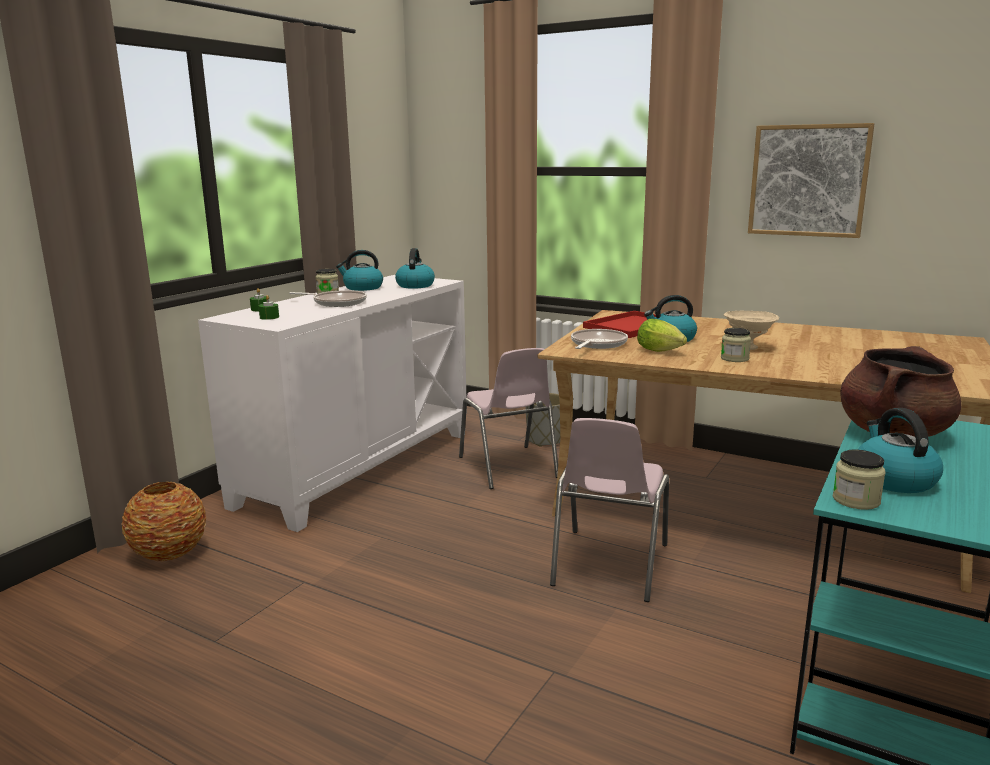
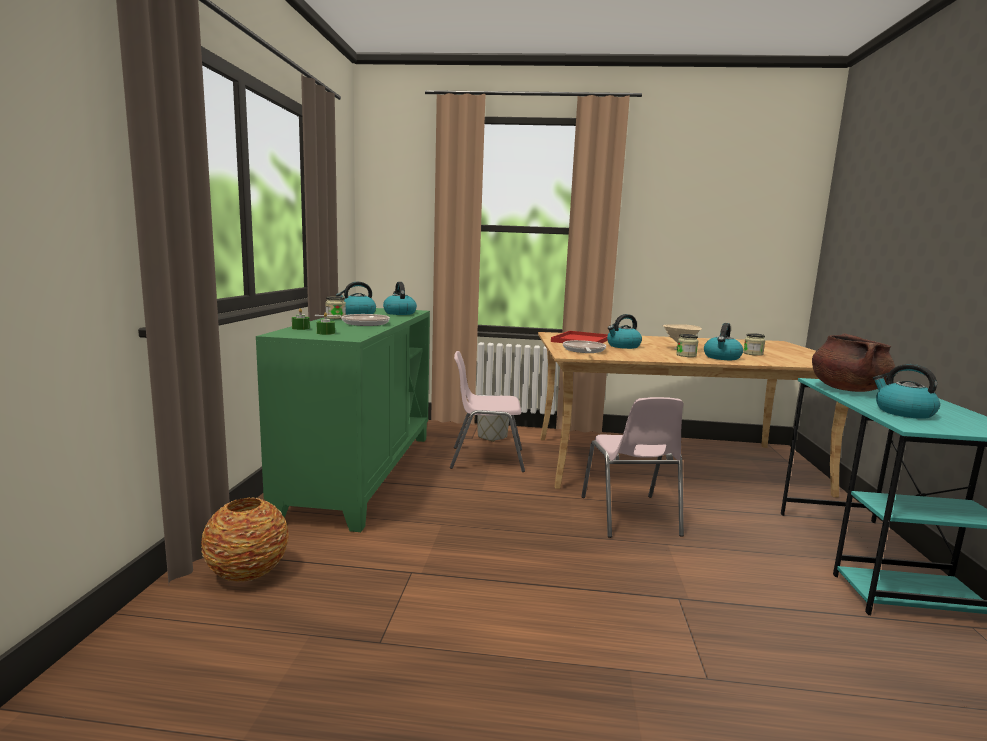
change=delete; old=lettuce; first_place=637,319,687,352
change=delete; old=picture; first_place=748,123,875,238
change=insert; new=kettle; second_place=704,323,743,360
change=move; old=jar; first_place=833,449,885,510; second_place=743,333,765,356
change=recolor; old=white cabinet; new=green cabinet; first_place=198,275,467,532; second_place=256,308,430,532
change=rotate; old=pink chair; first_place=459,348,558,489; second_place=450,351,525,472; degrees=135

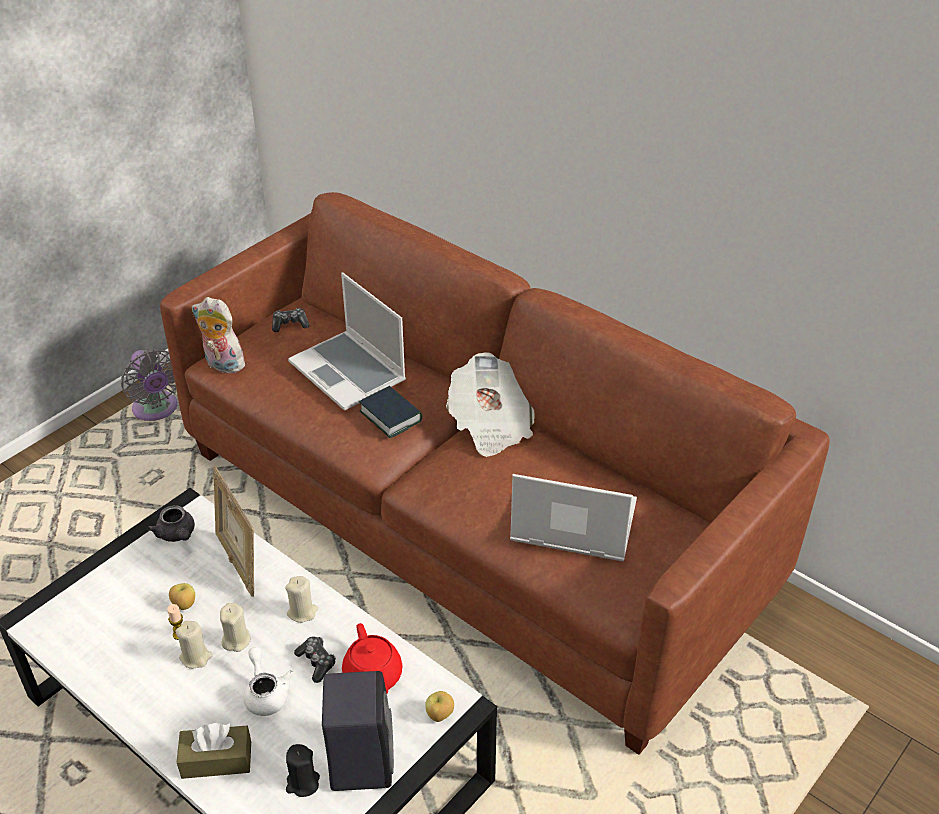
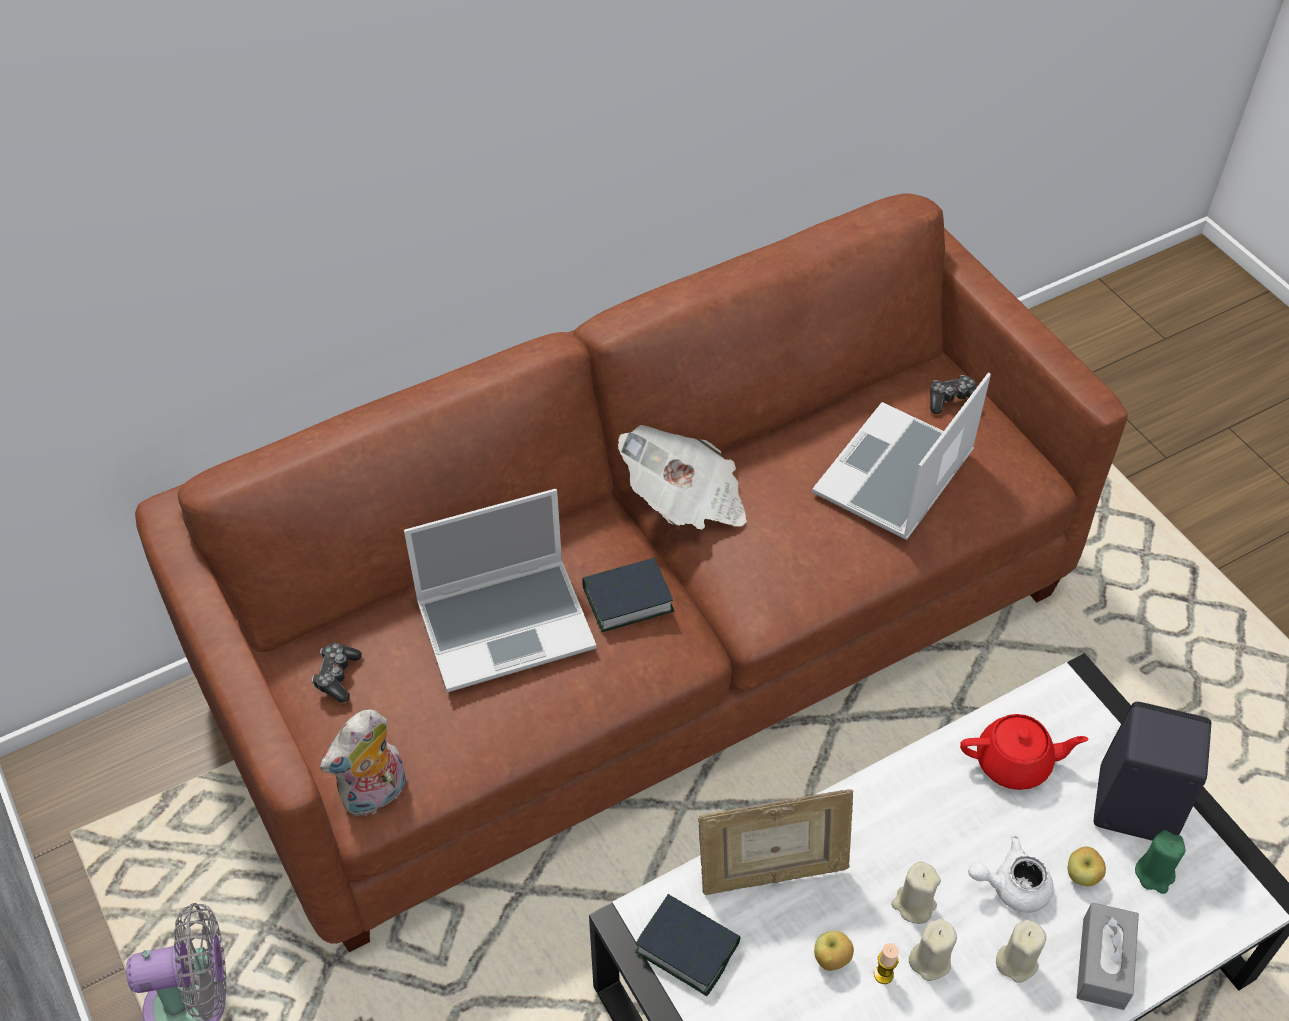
change=move; old=beige candle; first_place=285,576,318,623; second_place=996,920,1046,983
change=move; old=game controller; first_place=294,636,336,683; second_place=930,375,977,414
change=move; old=apple; first_place=425,691,454,722; second_place=1068,847,1106,886
change=replace; old=grey teapot; new=book; first_place=148,505,195,542; second_place=635,894,741,996
change=recolor; old=brown tissue box; new=grey tissue box; first_place=177,723,251,779; second_place=1076,903,1139,1010
change=recolor; old=black candle; new=green candle; first_place=286,744,320,797; second_place=1135,830,1186,894

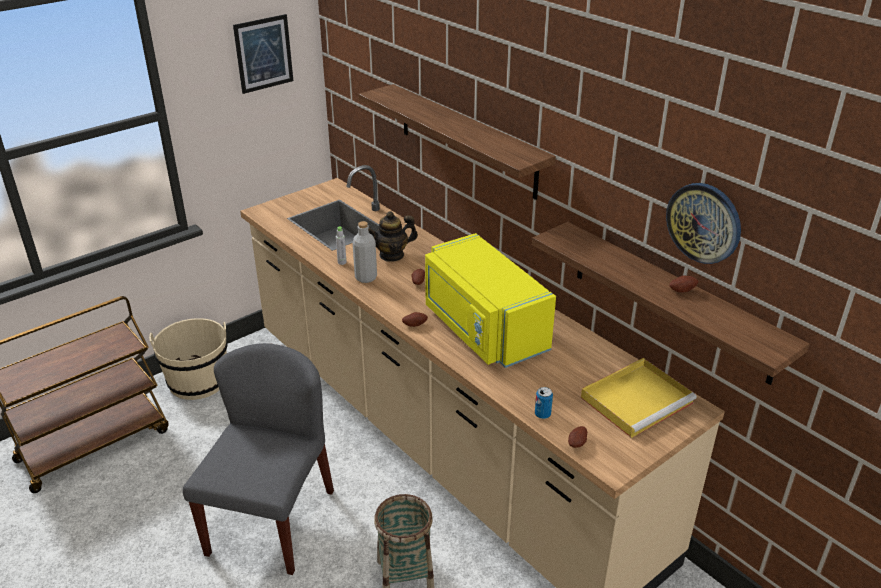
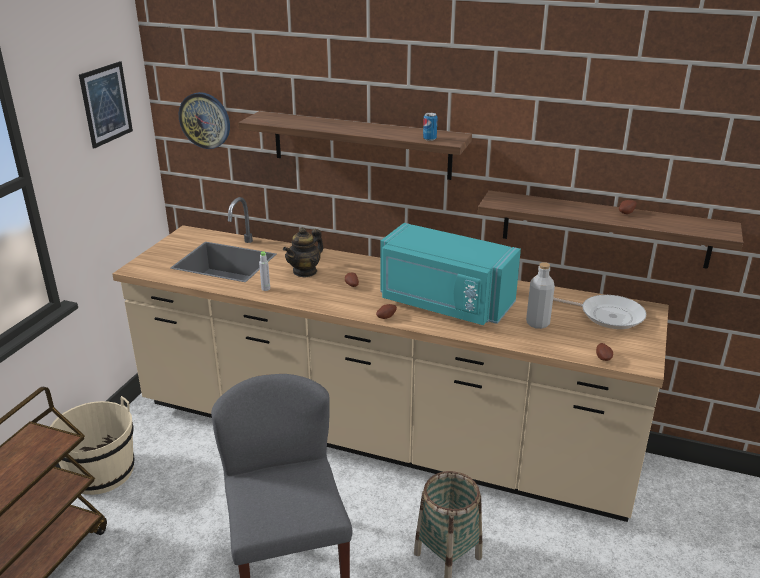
change=move; old=grey bottle; first_place=352,221,377,283; second_place=526,262,555,329
change=move; old=can; first_place=535,387,553,419; second_place=423,113,437,141
change=move; old=wall clock; first_place=666,183,741,264; second_place=179,92,230,149
change=replace; old=yellow tray; new=frying pan; first_place=581,358,697,438; second_place=553,295,646,329
change=recolor; old=yellow microwave; new=turquoise microwave; first_place=425,233,556,368; second_place=380,223,521,325

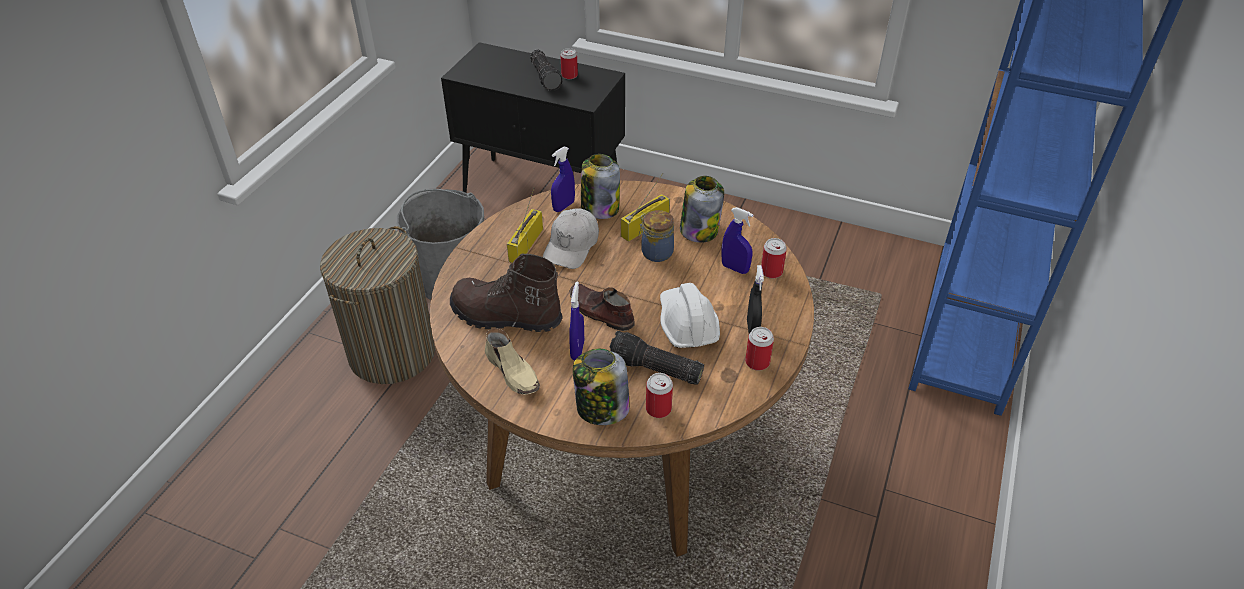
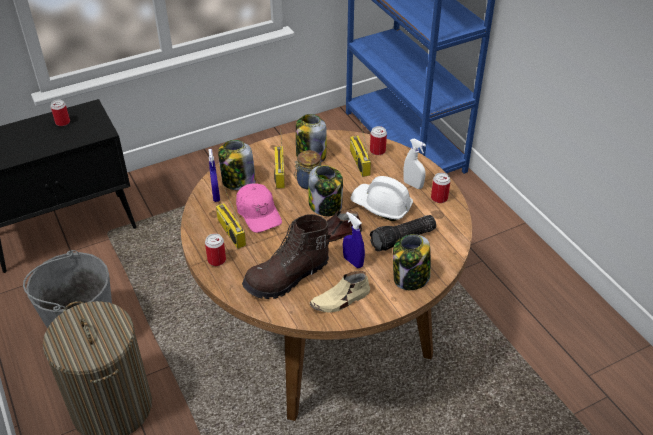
change=delete; old=flashlight; first_place=530,50,563,91
change=insert; new=jar; second_place=308,165,343,216
change=move; old=can; first_place=646,373,673,418; second_place=205,233,226,266
change=replace; old=blue spray bottle; new=radio; first_place=722,207,753,274; second_place=350,118,371,177
change=recolor; old=white cap; new=pink cap; first_place=543,208,599,269; second_place=236,183,282,233
change=recolor; old=black spray bottle; new=white spray bottle; first_place=747,265,764,333; second_place=403,139,426,189
change=rotate; old=beige shoe; first_place=485,328,540,395; second_place=309,271,370,313; degrees=150

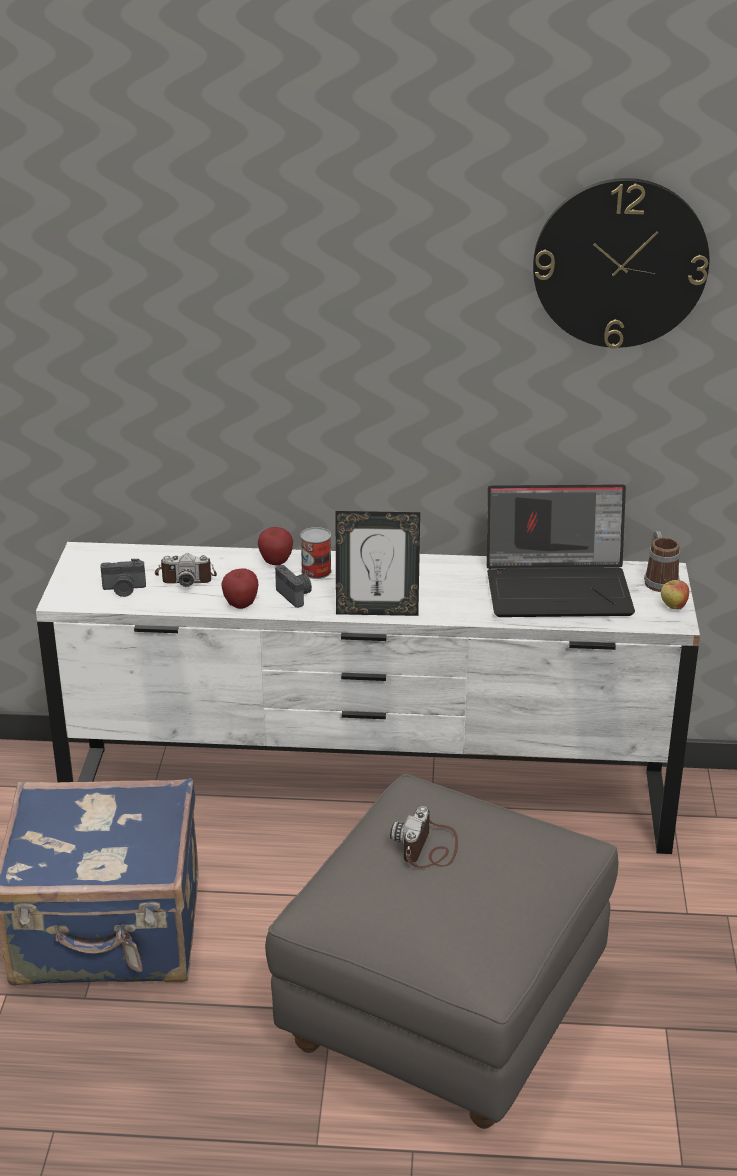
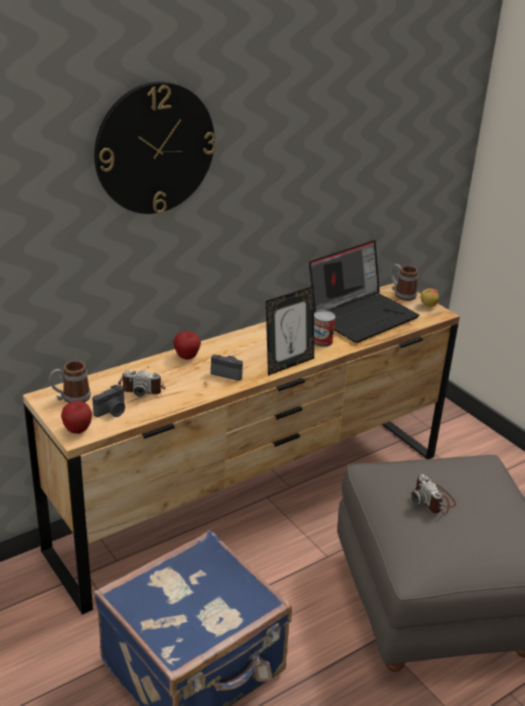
change=insert; new=mug; second_place=49,361,91,403
change=move; old=apple; first_place=221,569,258,609; second_place=61,401,92,434
change=move; old=can; first_place=300,527,332,579; second_place=314,310,336,347
change=move; old=wall clock; first_place=533,178,709,349; second_place=94,82,216,214
change=recolor; old=white dresser; new=brown dresser; first_place=36,542,700,854; second_place=23,282,460,615
change=rotate; old=photo camera; first_place=155,553,217,587; second_place=118,370,165,397; degrees=45

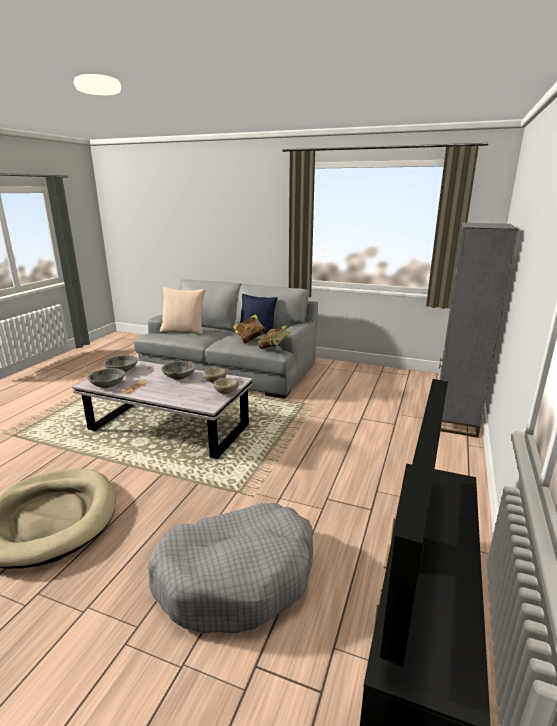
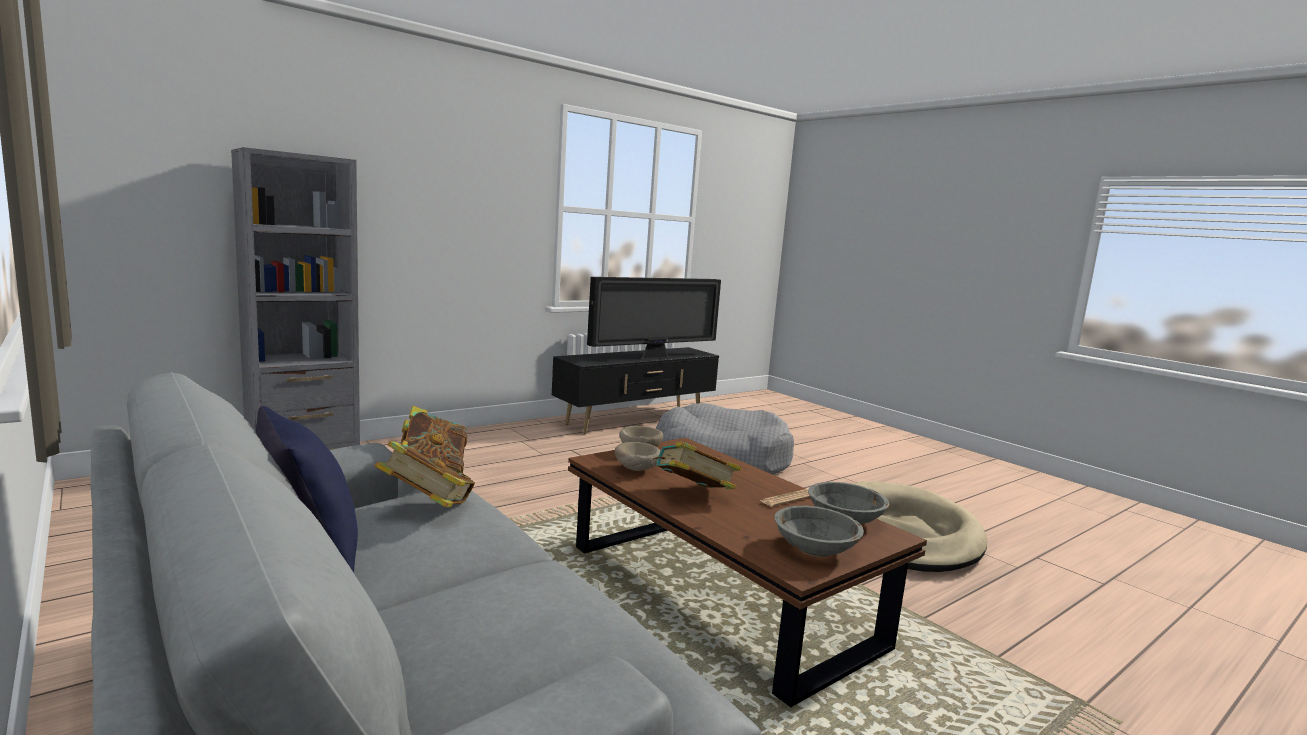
change=delete; old=beige pillow; first_place=160,287,206,335
change=replace; old=grey bowl; new=book; first_place=161,361,196,380; second_place=653,442,742,489
change=recolor; old=white coffee table; new=brown coffee table; first_place=72,361,253,459; second_place=568,438,927,707

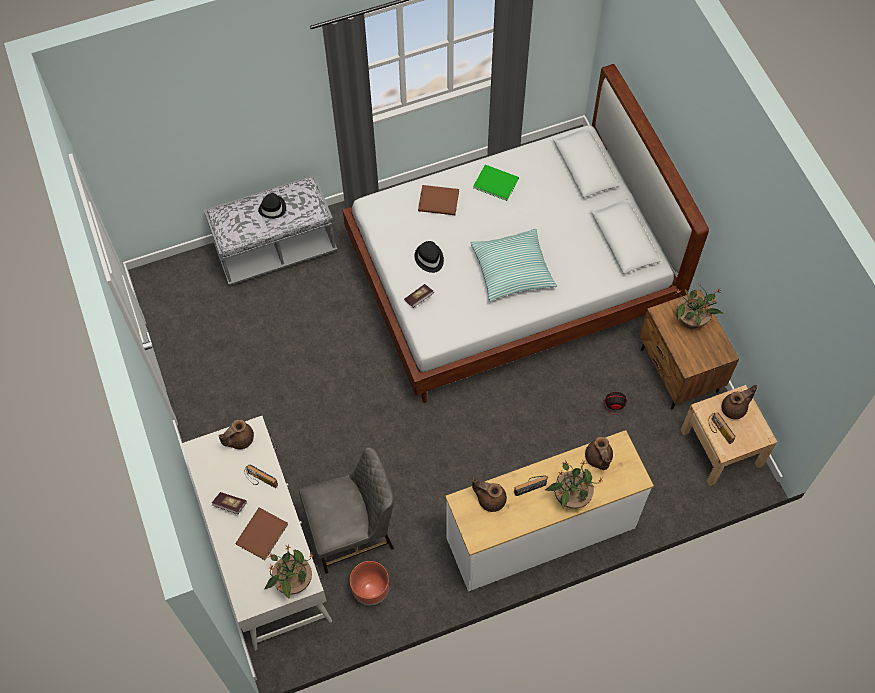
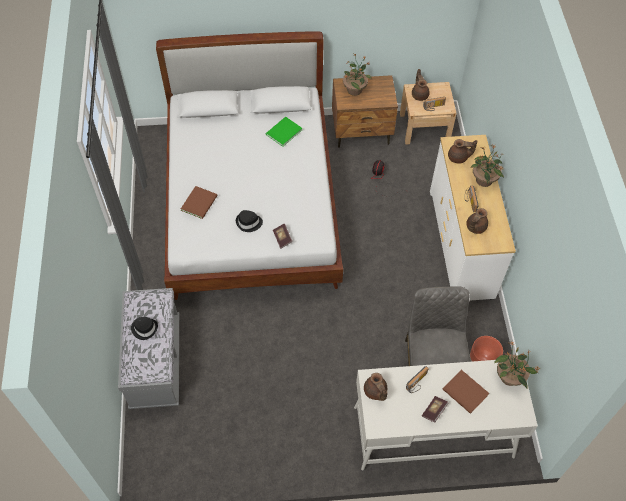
change=delete; old=pillow; first_place=470,228,557,302
change=move; old=green book; first_place=473,165,519,201; second_place=266,117,302,147

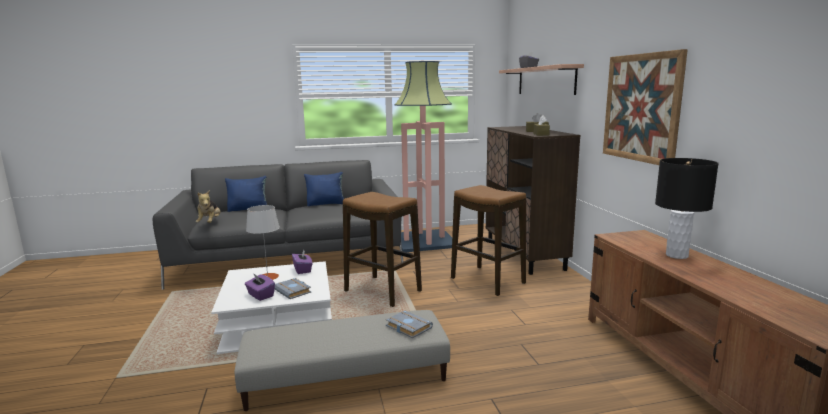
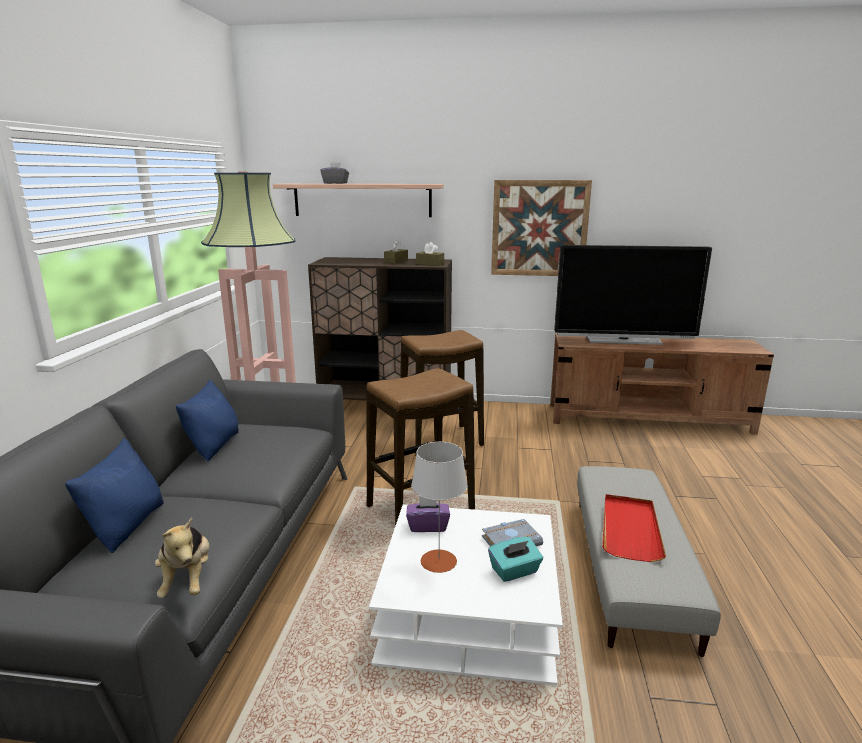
change=delete; old=grey book; first_place=386,311,433,338
change=insert; new=red tray; second_place=602,494,666,562
change=replace; old=black table lamp; new=television; first_place=655,158,719,259; second_place=554,245,712,345
change=recolor; old=purple tissue box; new=turquoise tissue box; first_place=245,273,275,301; second_place=488,536,543,582
change=rotate; old=plush toy; first_place=196,190,221,223; second_place=155,517,209,598; degrees=60

